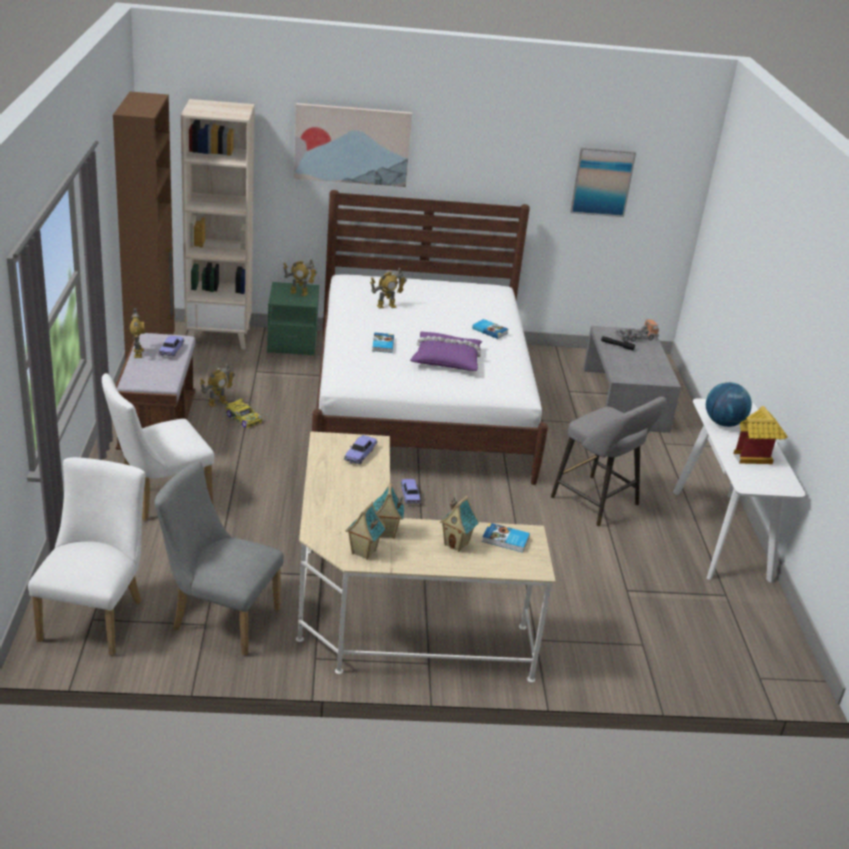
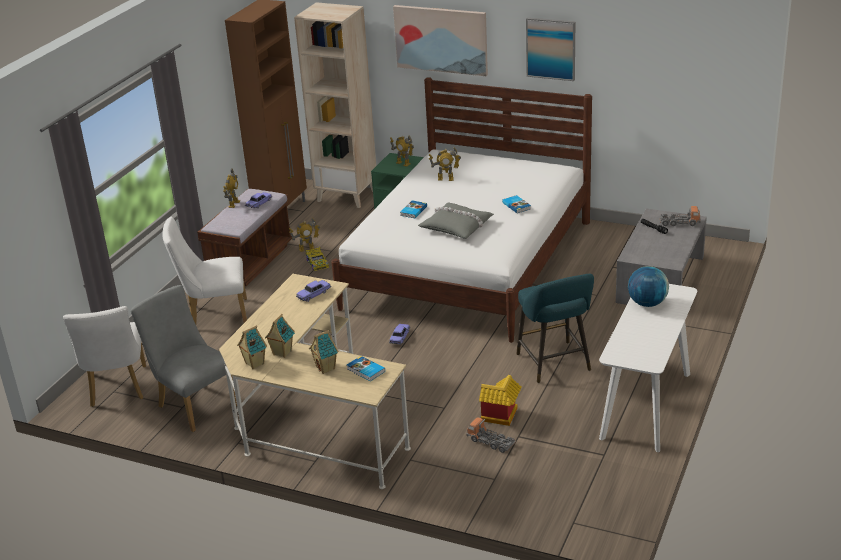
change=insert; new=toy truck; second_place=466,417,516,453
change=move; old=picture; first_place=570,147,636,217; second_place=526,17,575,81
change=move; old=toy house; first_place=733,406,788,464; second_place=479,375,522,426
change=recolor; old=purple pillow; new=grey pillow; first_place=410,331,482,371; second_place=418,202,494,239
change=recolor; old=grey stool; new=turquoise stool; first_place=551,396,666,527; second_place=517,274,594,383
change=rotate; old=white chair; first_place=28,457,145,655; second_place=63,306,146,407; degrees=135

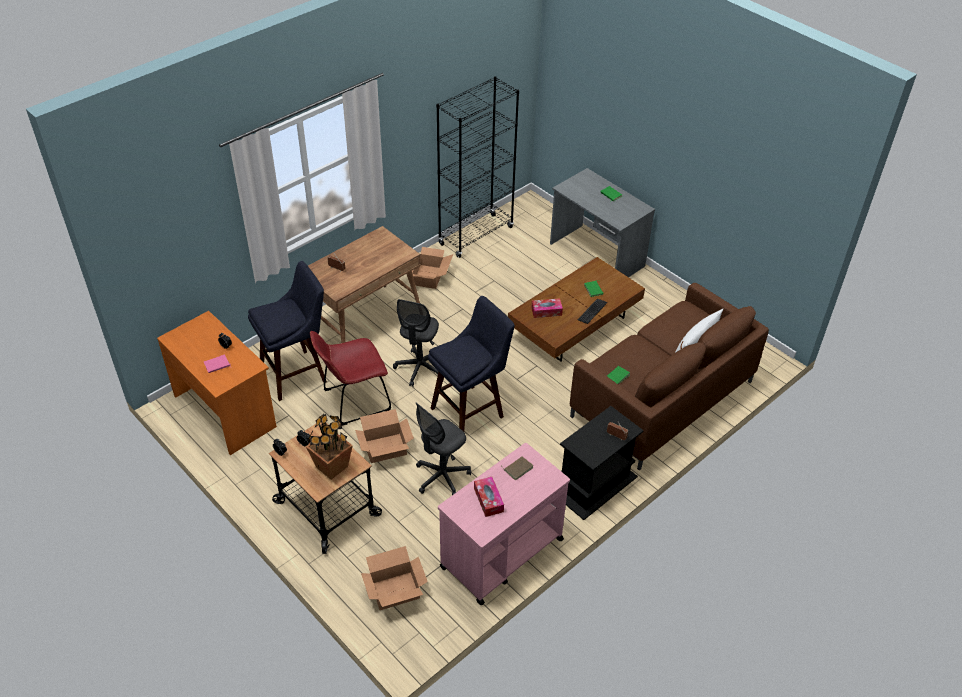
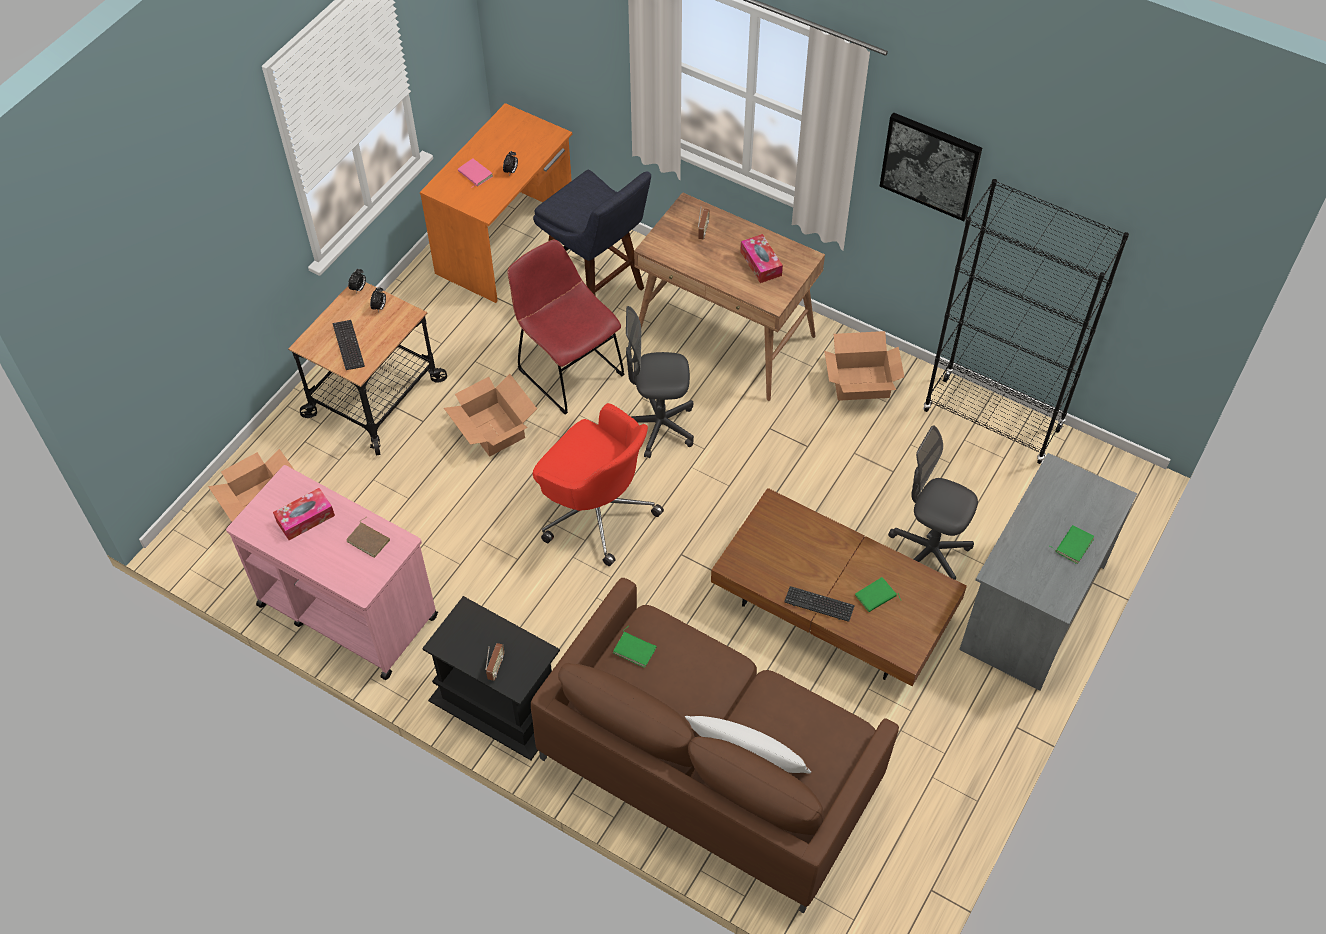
change=insert; new=picture; second_place=880,112,982,221
change=move; old=grey office chair; first_place=416,403,471,495; second_place=888,425,978,580
change=move; old=tissue box; first_place=531,298,563,318; second_place=740,234,783,283
change=replace; old=potted plant; new=keyboard; first_place=306,414,353,480; second_place=332,320,365,370
change=replace; old=blue stool; new=red office chair; first_place=428,296,515,432; second_place=533,403,664,566

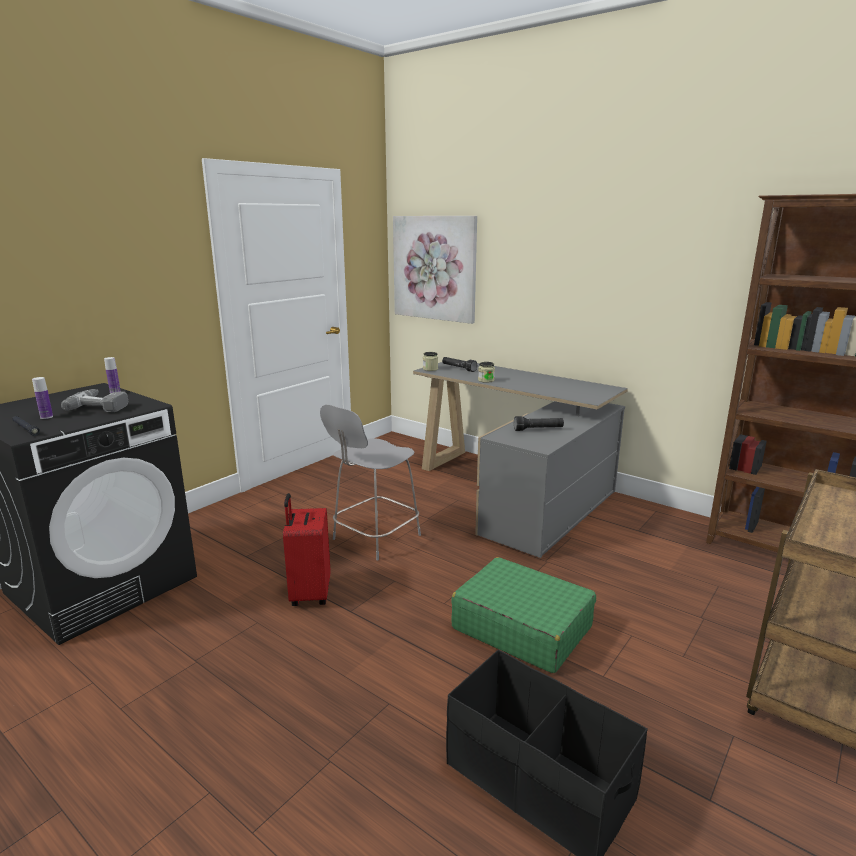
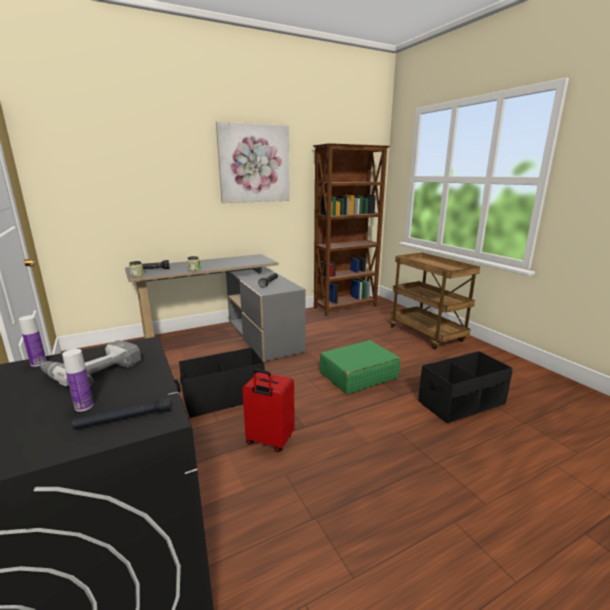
change=move; old=picture; first_place=393,216,477,324; second_place=216,121,290,203
change=replace; old=grey stool; new=black storage box; first_place=320,404,421,561; second_place=179,347,265,418

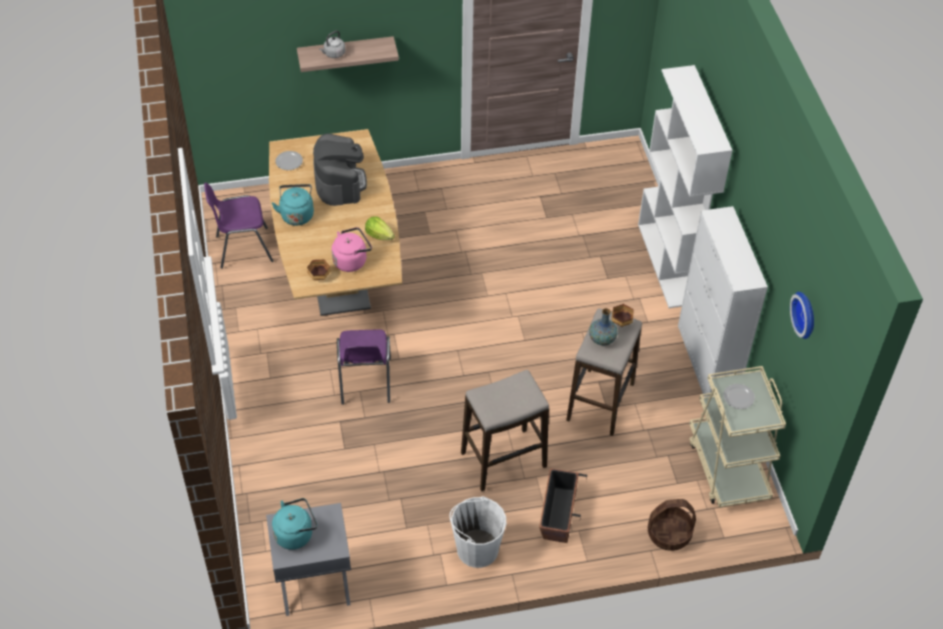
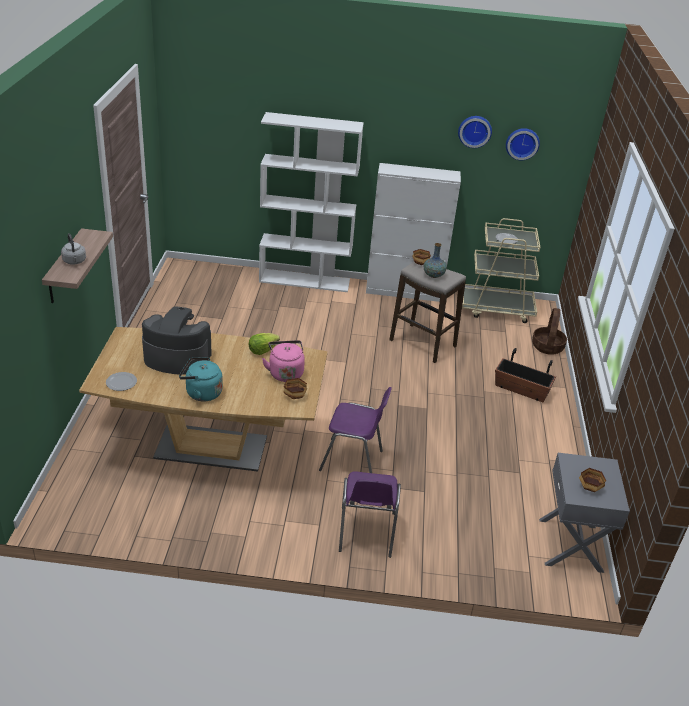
change=delete; old=white bucket; first_place=449,496,506,568
change=delete; old=stool; first_place=461,370,549,491
change=insert; new=wall clock; second_place=458,116,492,148
change=move; old=purple chair; first_place=204,183,273,269; second_place=339,471,401,558
change=replace; old=turquoise kettle; new=bowl; first_place=272,498,317,550; second_place=579,468,606,492

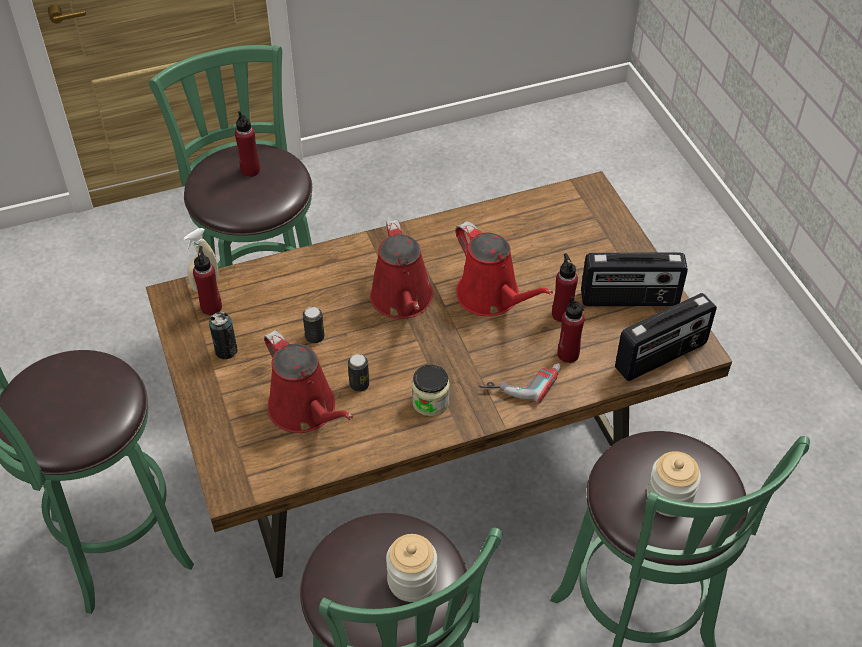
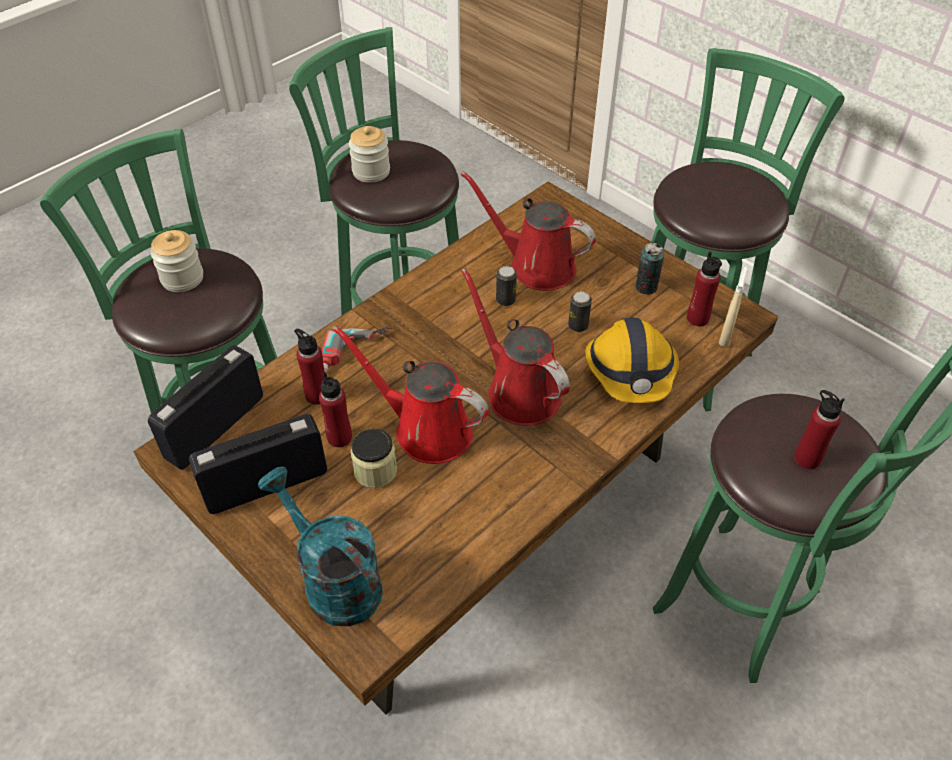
change=insert; new=turquoise watering can; second_place=258,467,382,627
change=insert; new=hard hat; second_place=585,317,679,403
change=move; old=jar; first_place=412,365,450,416; second_place=351,429,397,488

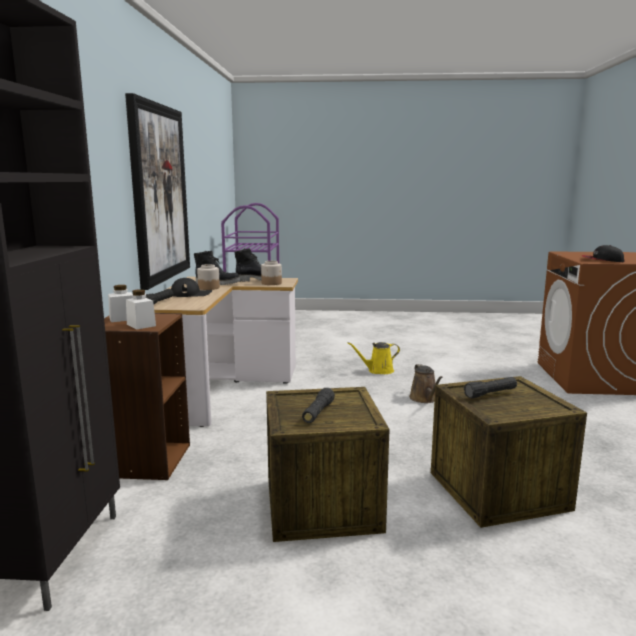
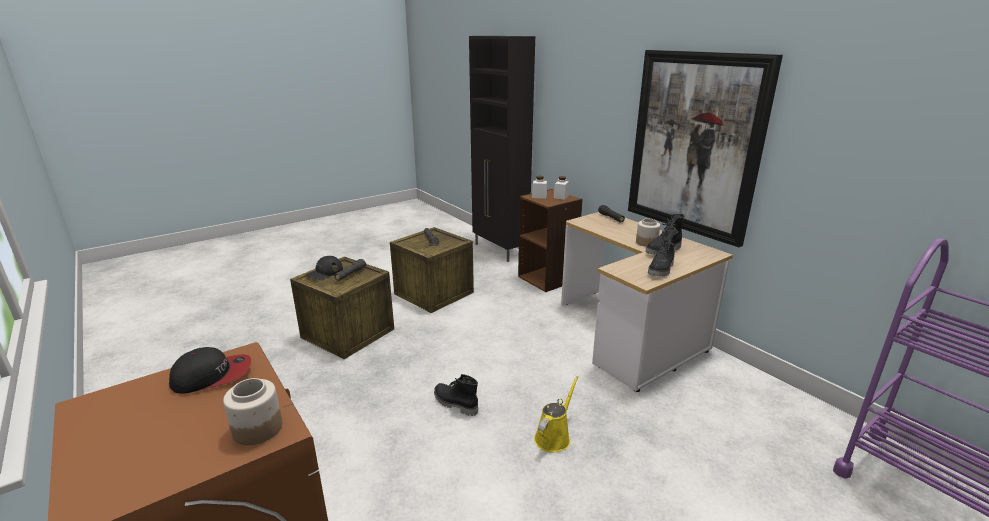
change=move; old=black cap; first_place=171,278,212,297; second_place=305,256,343,280
change=move; old=jar; first_place=261,261,282,285; second_place=223,378,282,445
change=replace; old=brown watering can; new=black boot; first_place=409,364,443,403; second_place=434,374,478,416

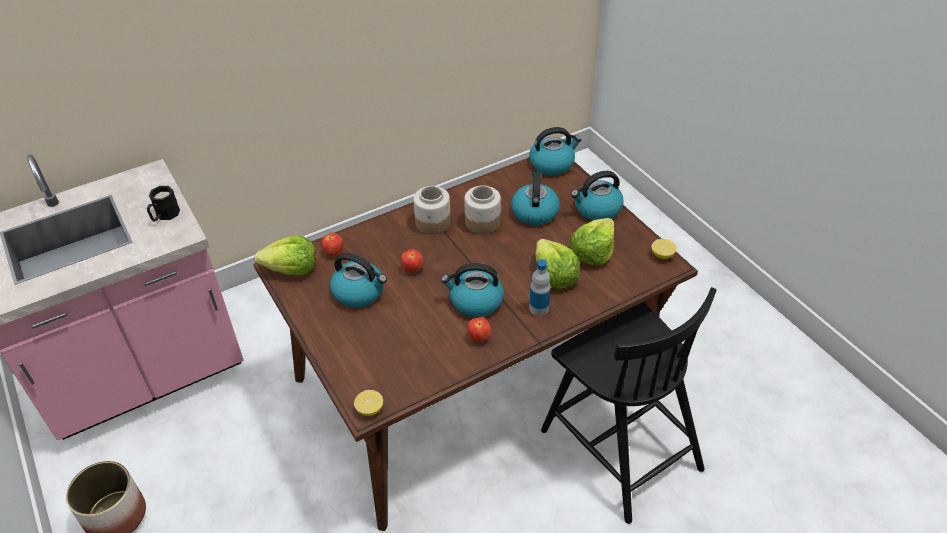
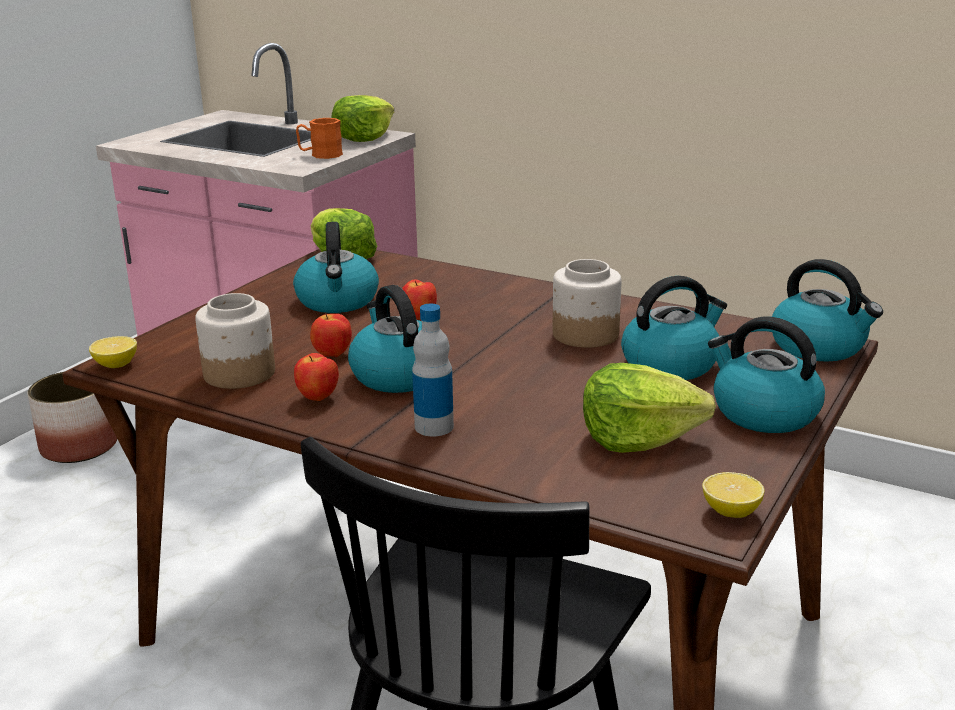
change=move; old=apple; first_place=322,233,344,256; second_place=310,313,352,357
change=move; old=jar; first_place=413,186,451,235; second_place=195,293,275,389
change=move; old=lettuce; first_place=536,239,580,289; second_place=332,95,394,142
change=recolor; old=black mug; new=orange mug; first_place=147,186,180,221; second_place=296,118,343,159

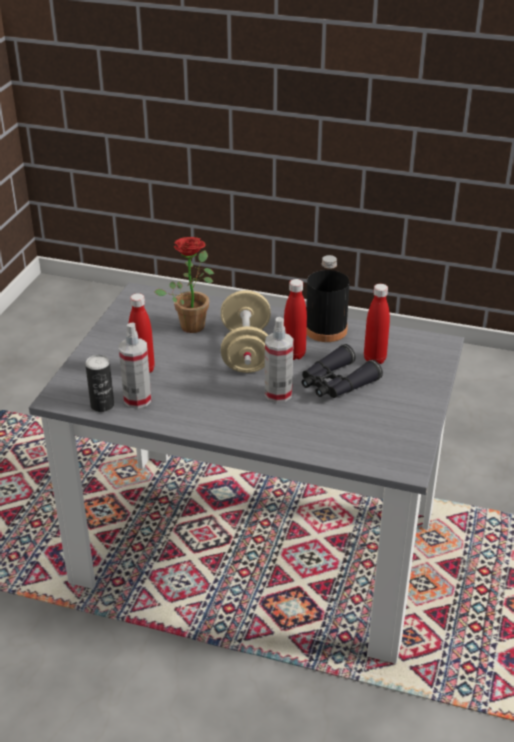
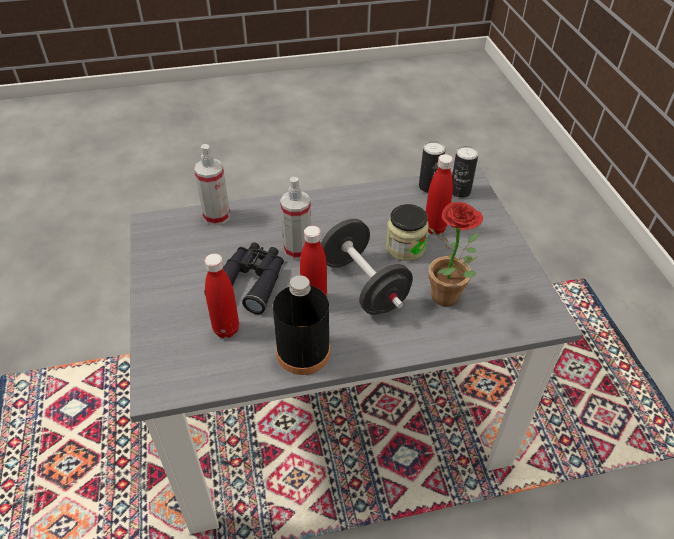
change=insert; new=jar; second_place=386,204,429,261
change=insert; new=can; second_place=452,146,479,198
change=move; old=spray bottle; first_place=119,322,151,409; second_place=194,144,230,226
change=recolor; old=beige dumbbell; new=black dumbbell; first_place=221,290,271,373; second_place=321,219,413,315

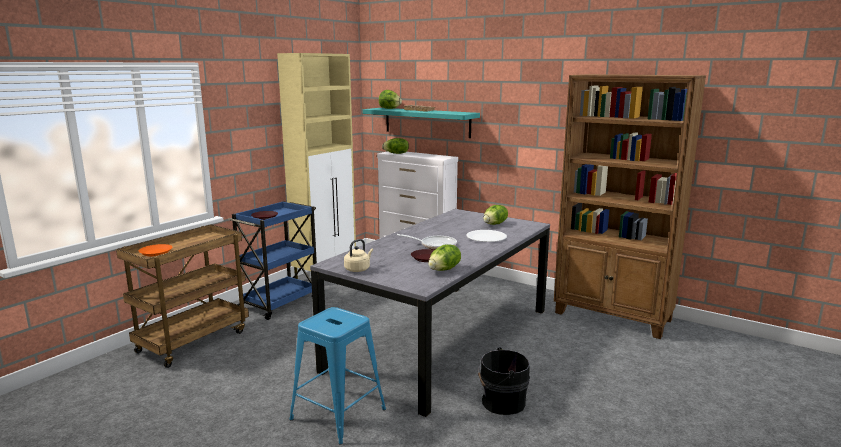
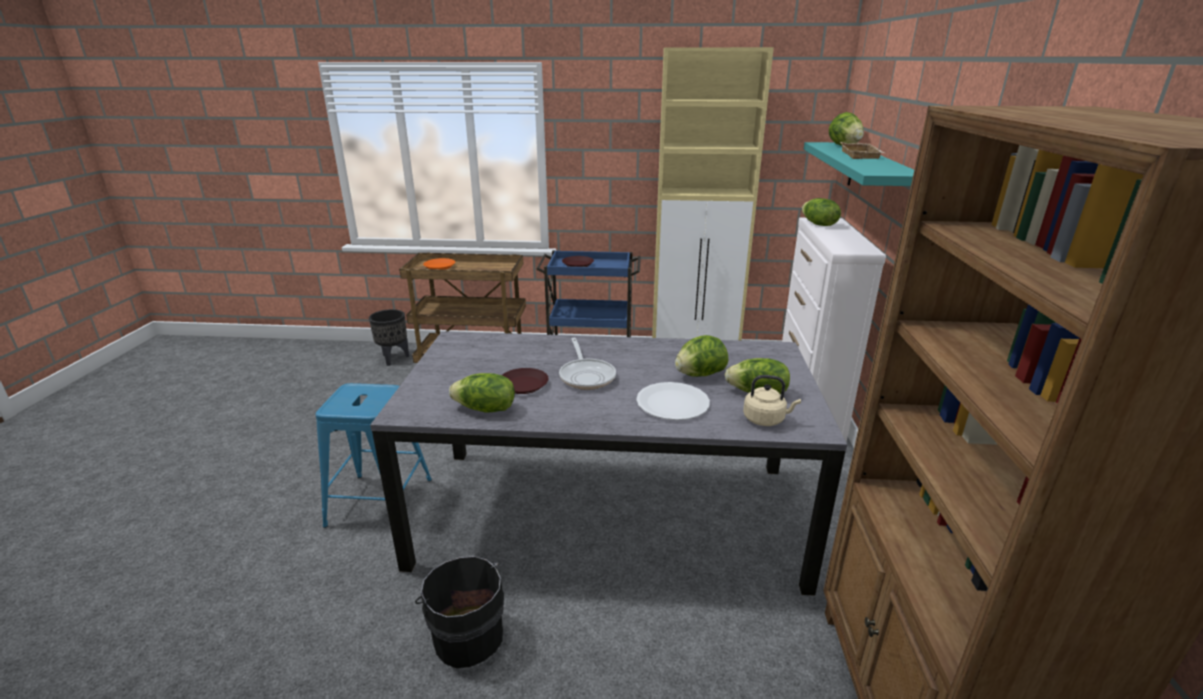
change=insert; new=black planter; second_place=369,309,409,366
change=insert; new=lettuce; second_place=675,335,728,377
change=move; old=beige kettle; first_place=344,239,373,272; second_place=743,375,801,426

